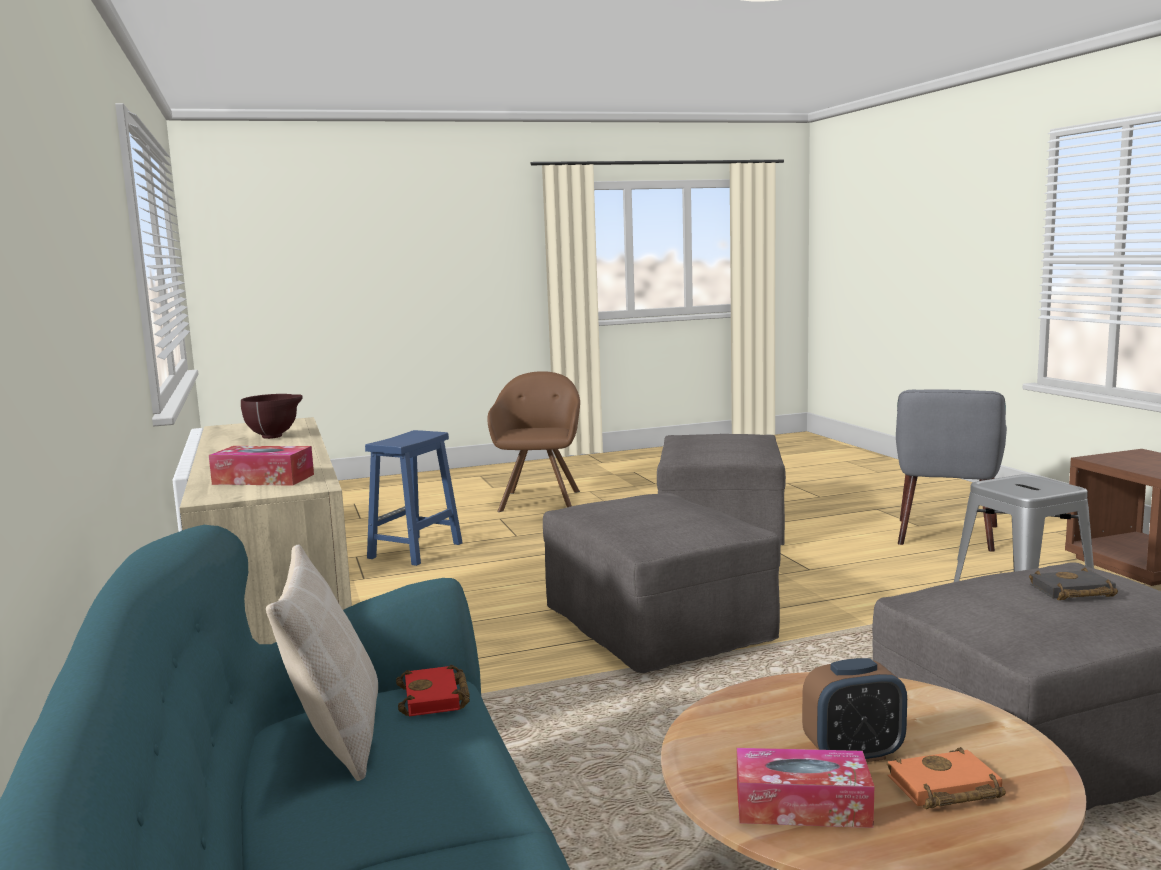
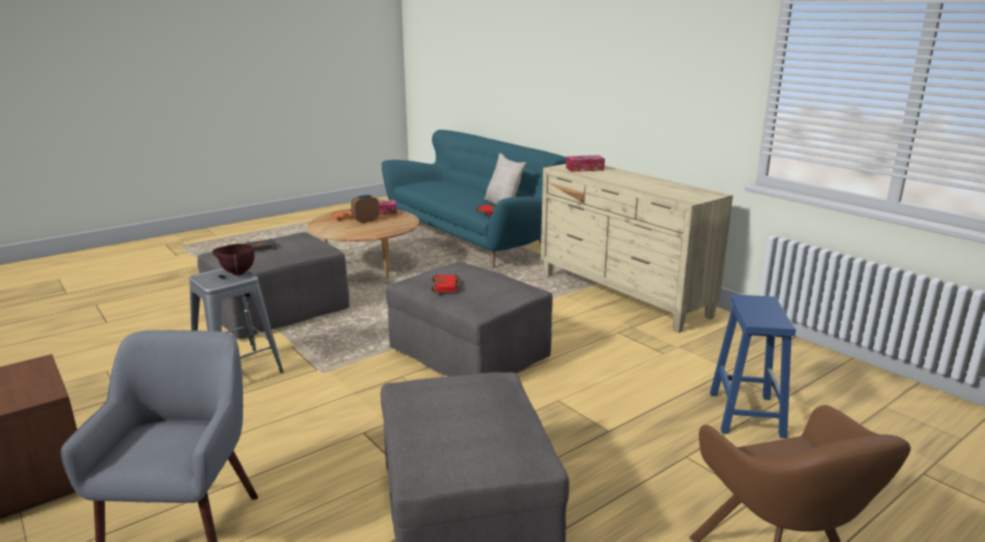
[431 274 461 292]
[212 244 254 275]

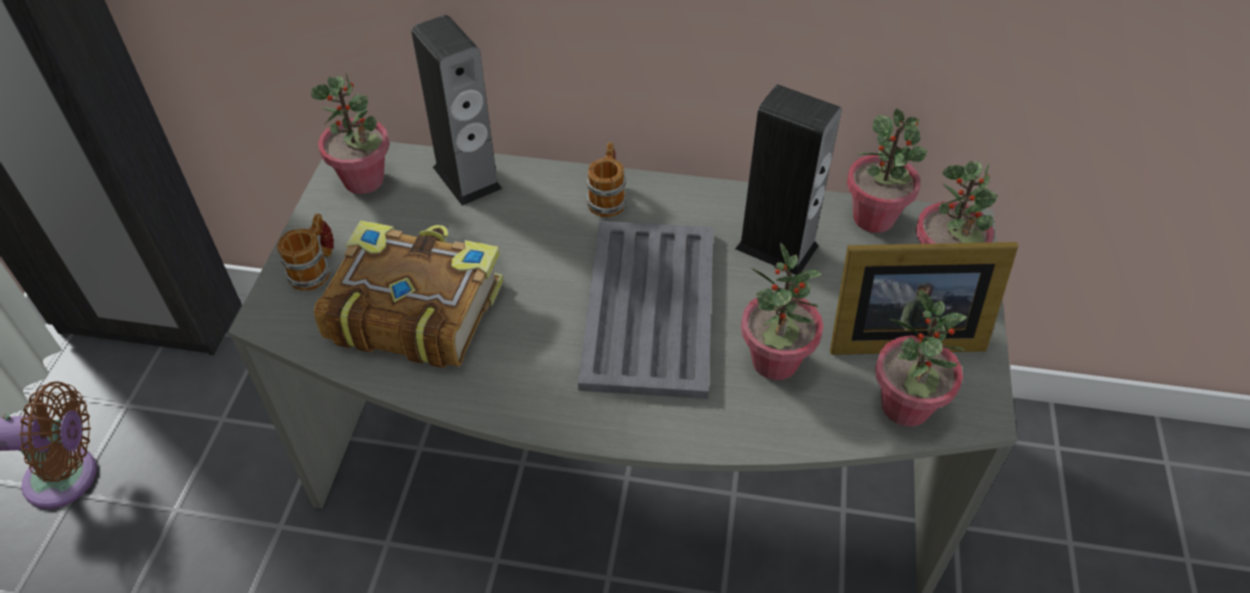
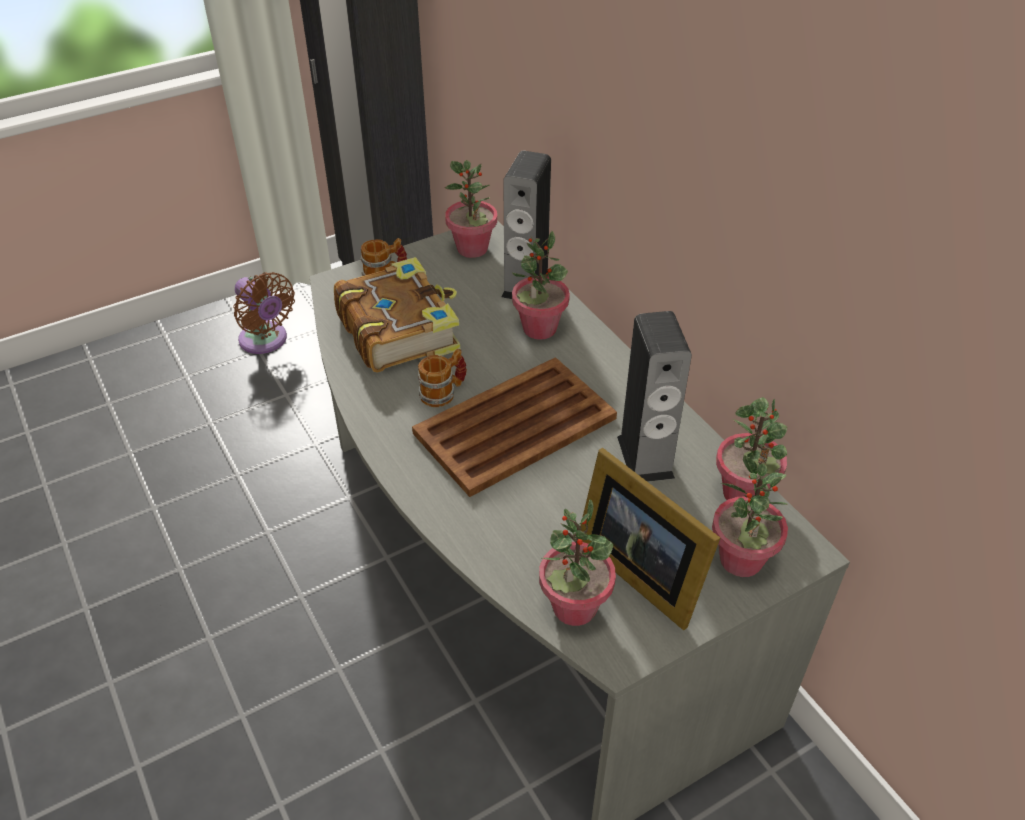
[418 349 467 407]
[512 231 570 340]
[412 357 617 497]

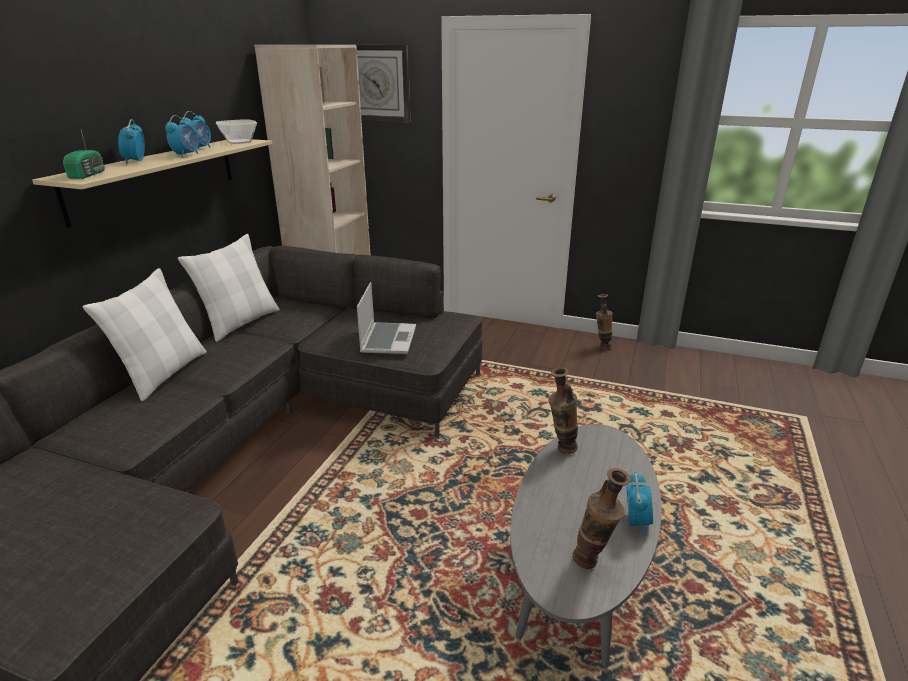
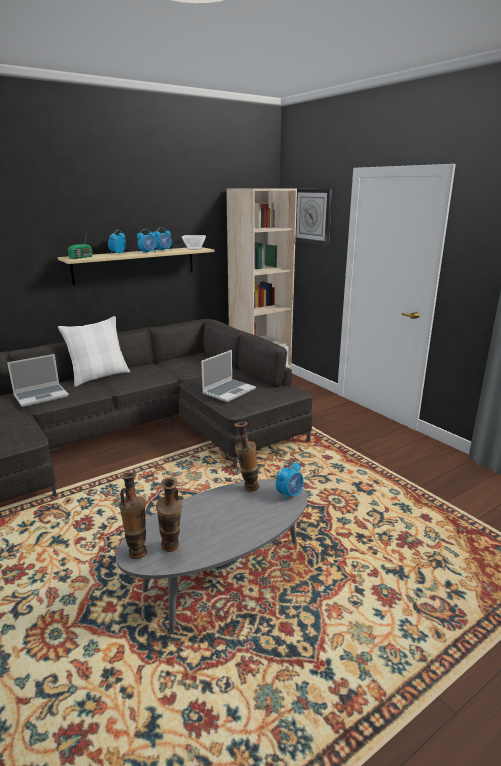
[178 234 280 342] (first image)
[7 354 69 407]
[119 472 147 559]
[276 461 304 502]

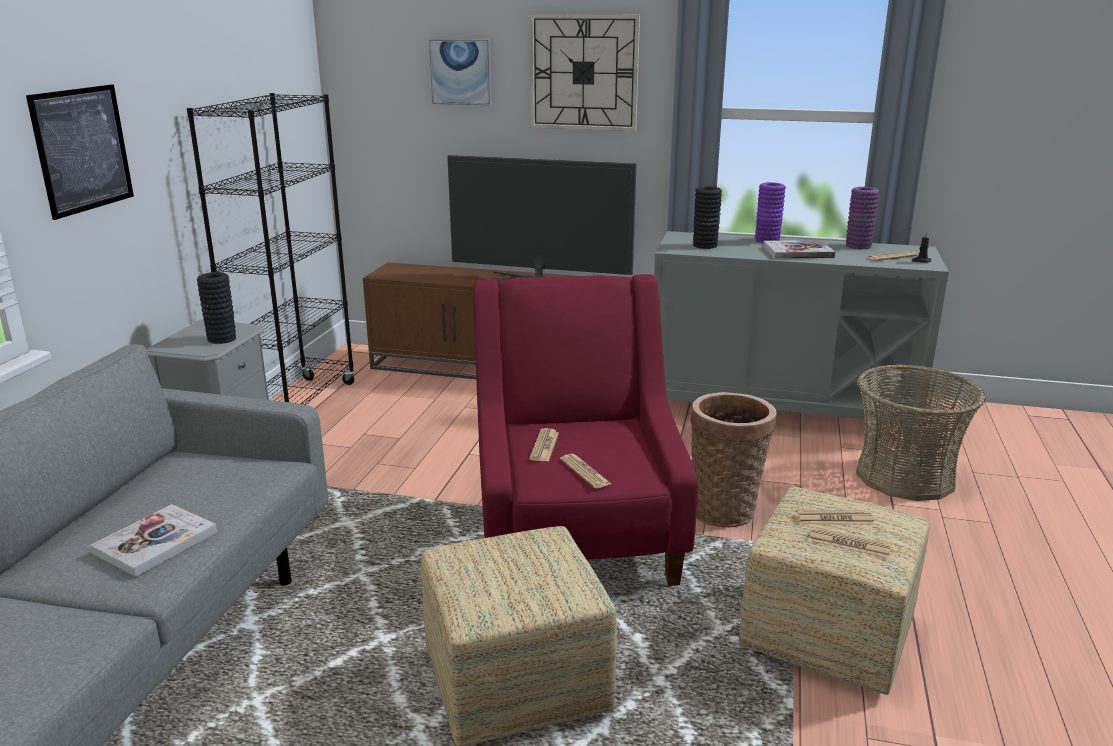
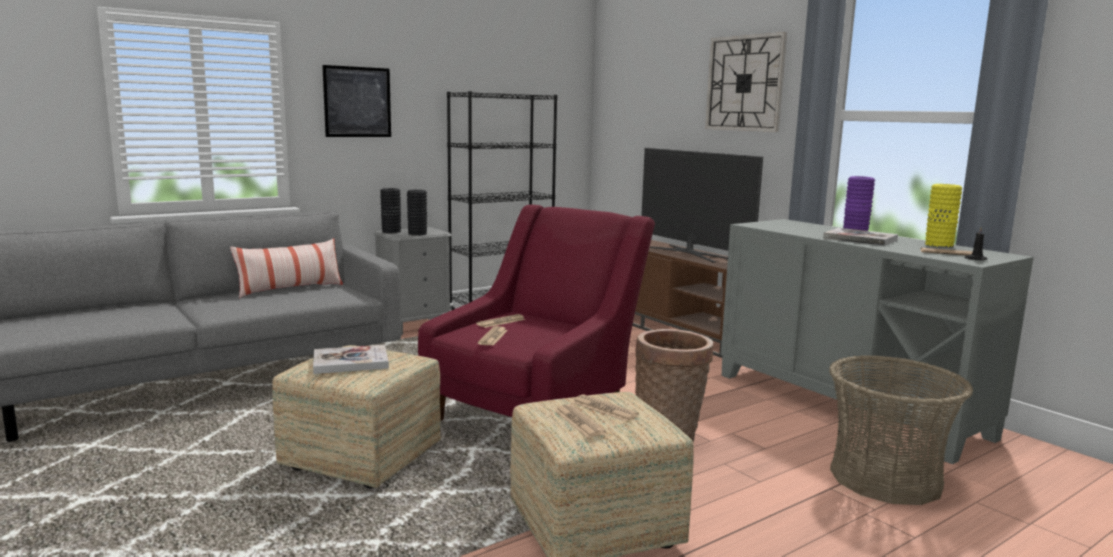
[429 39 491 106] (first image)
[230 238 343 298]
[313 345 389 374]
[380 188 401 233]
[925 184 962 248]

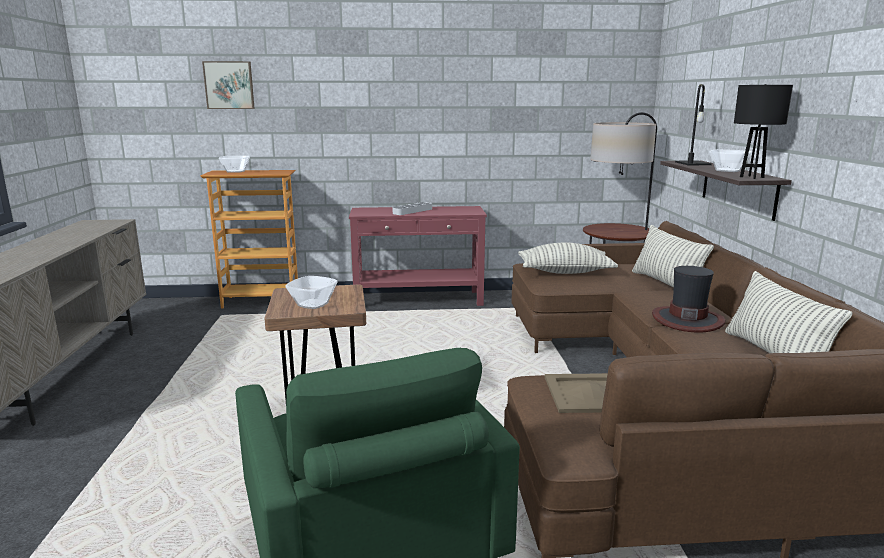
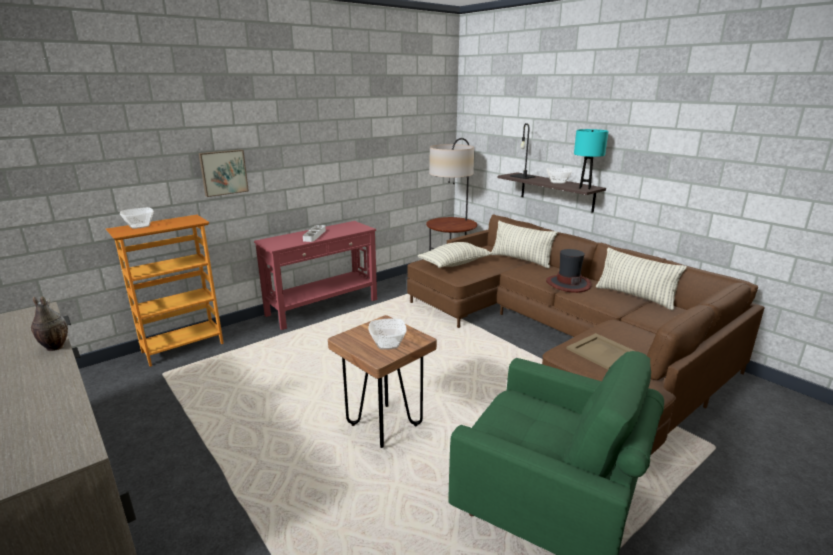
[31 296 68 351]
[199 150 249 197]
[574 129 609 189]

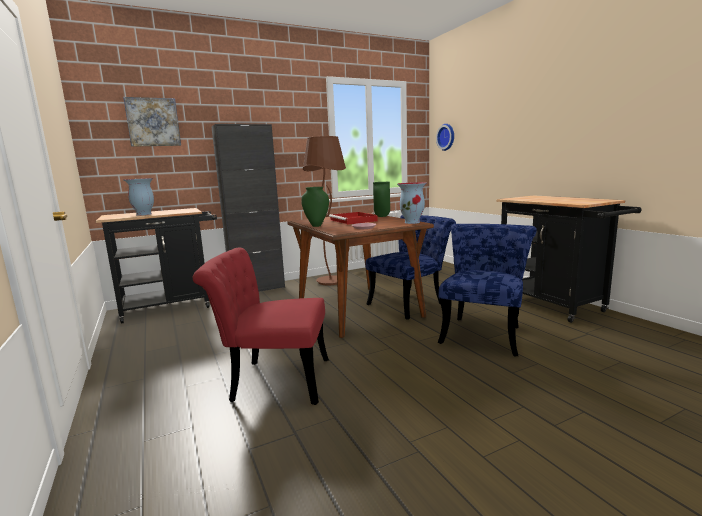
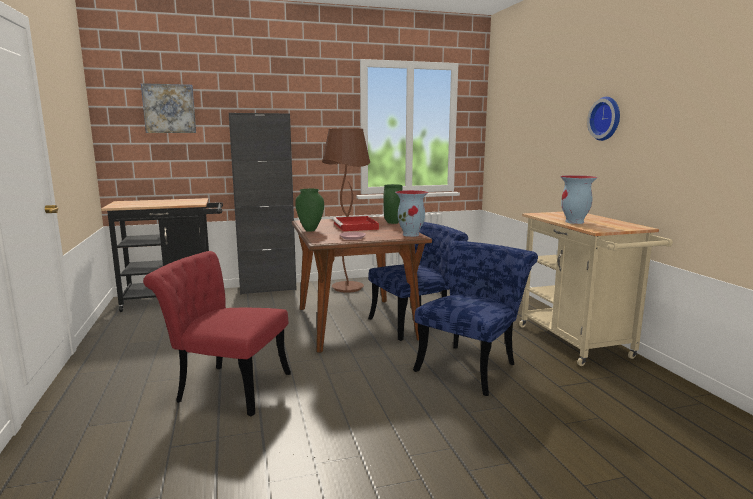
[560 175 598 224]
[587 97 620 141]
[519 212 673 366]

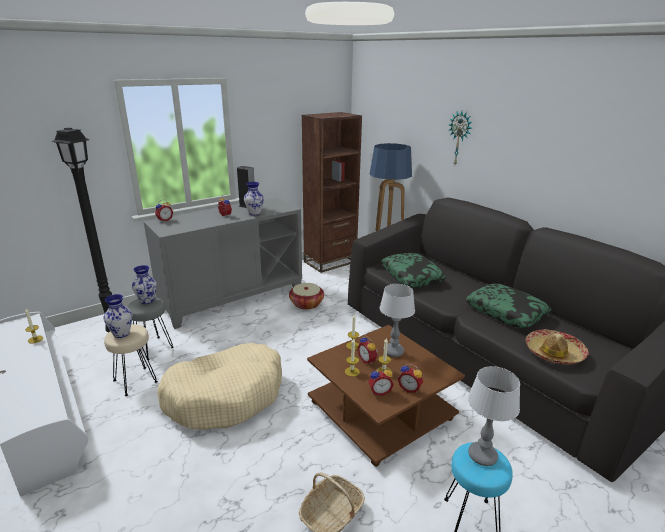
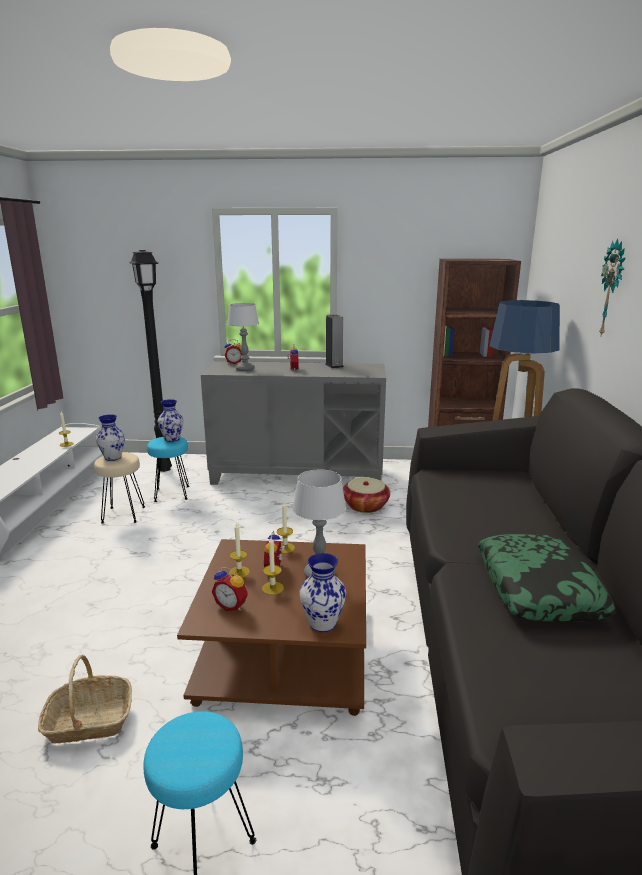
[157 343 282 430] (first image)
[381 253 446 287] (first image)
[398 364 423 393] (first image)
[526 329 589 365] (first image)
[299 553 346 632]
[227 303 259 371]
[147 437 190 502]

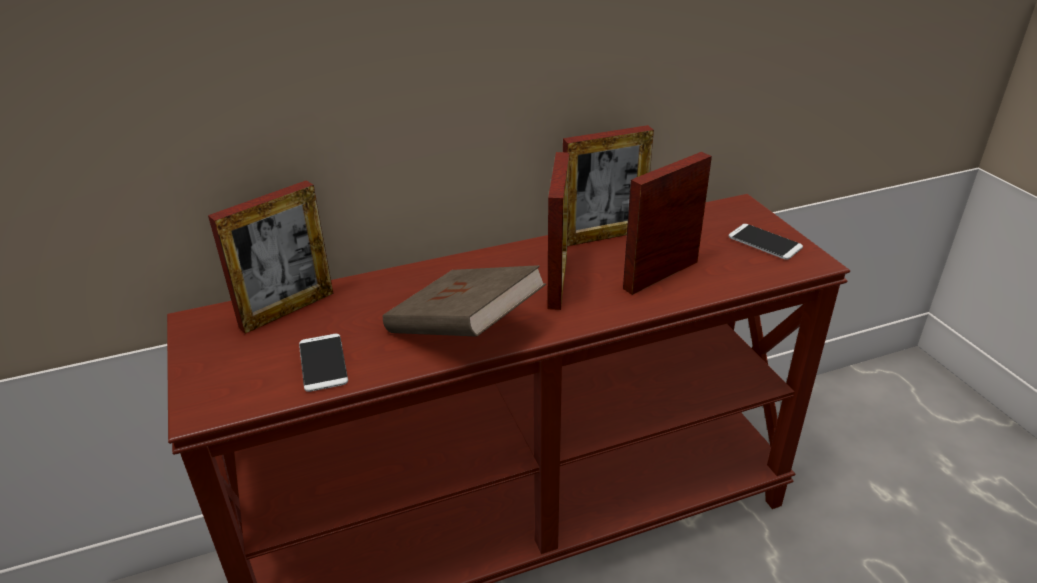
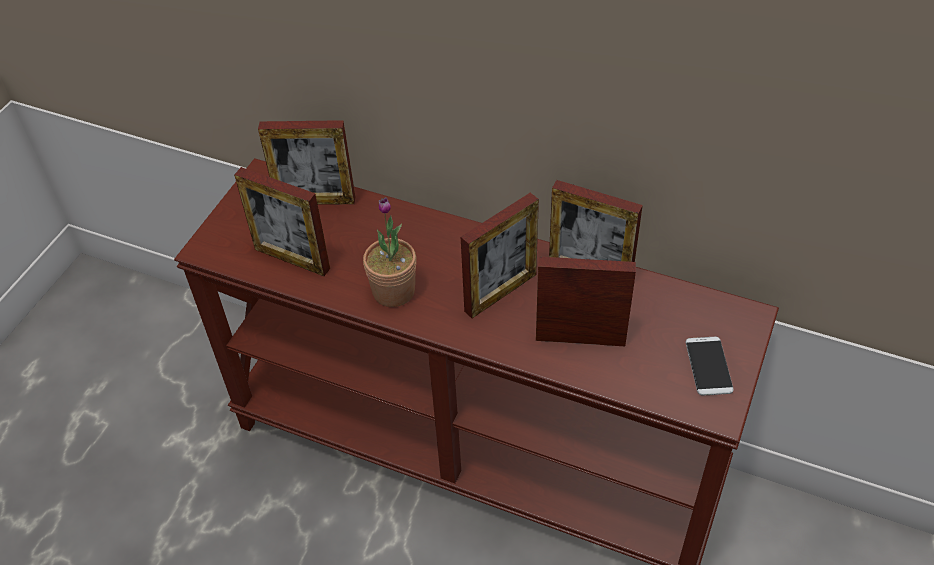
[234 167 330 276]
[363 197 416 307]

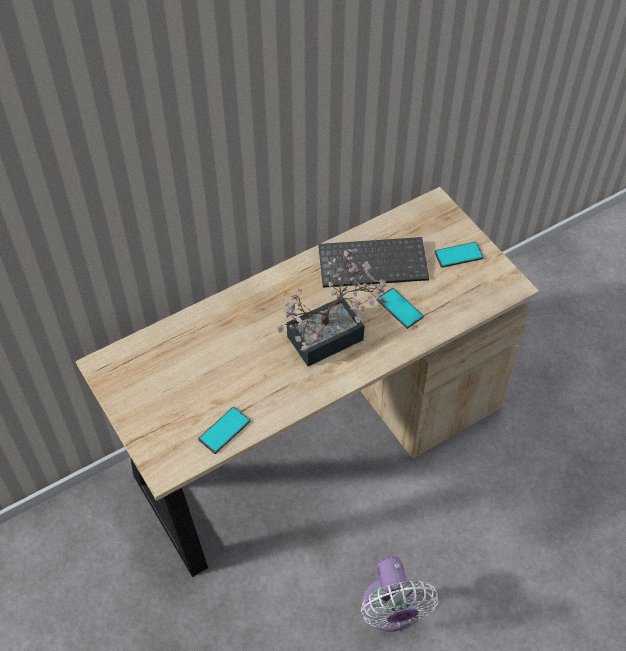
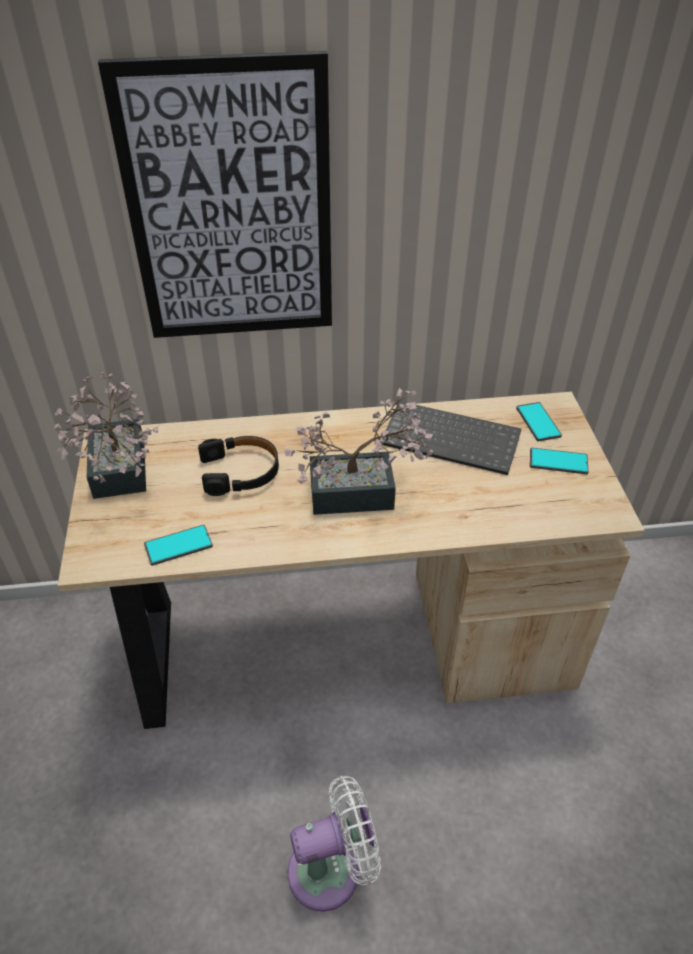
[54 372 158 499]
[98 51 332 338]
[198 436 279 496]
[516 402 562 441]
[287 776 381 911]

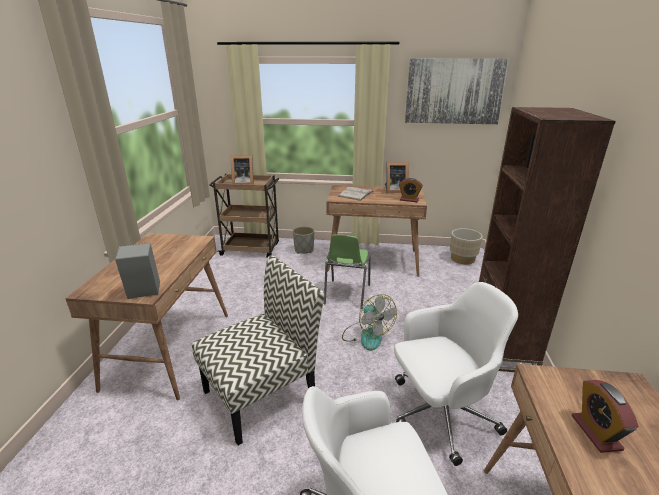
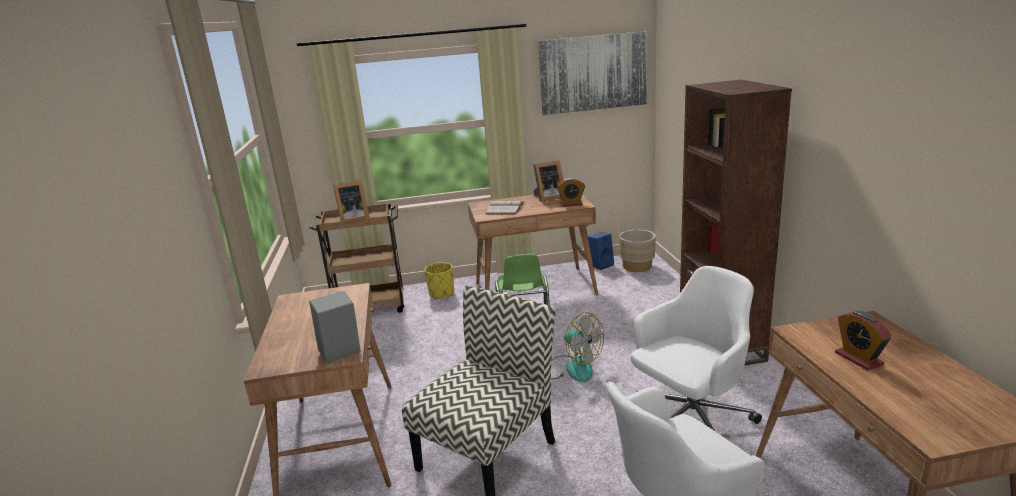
[588 232 614 270]
[424 262 454 300]

